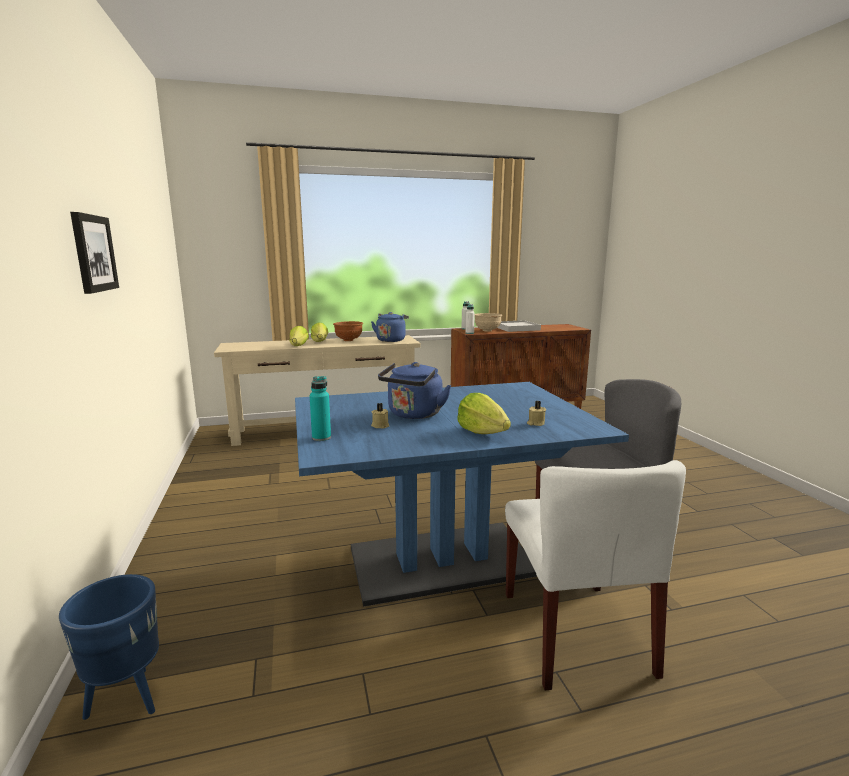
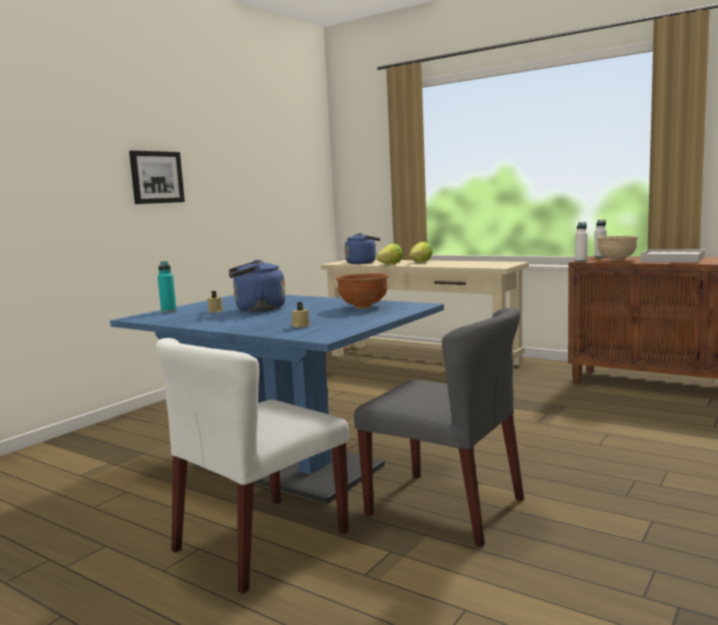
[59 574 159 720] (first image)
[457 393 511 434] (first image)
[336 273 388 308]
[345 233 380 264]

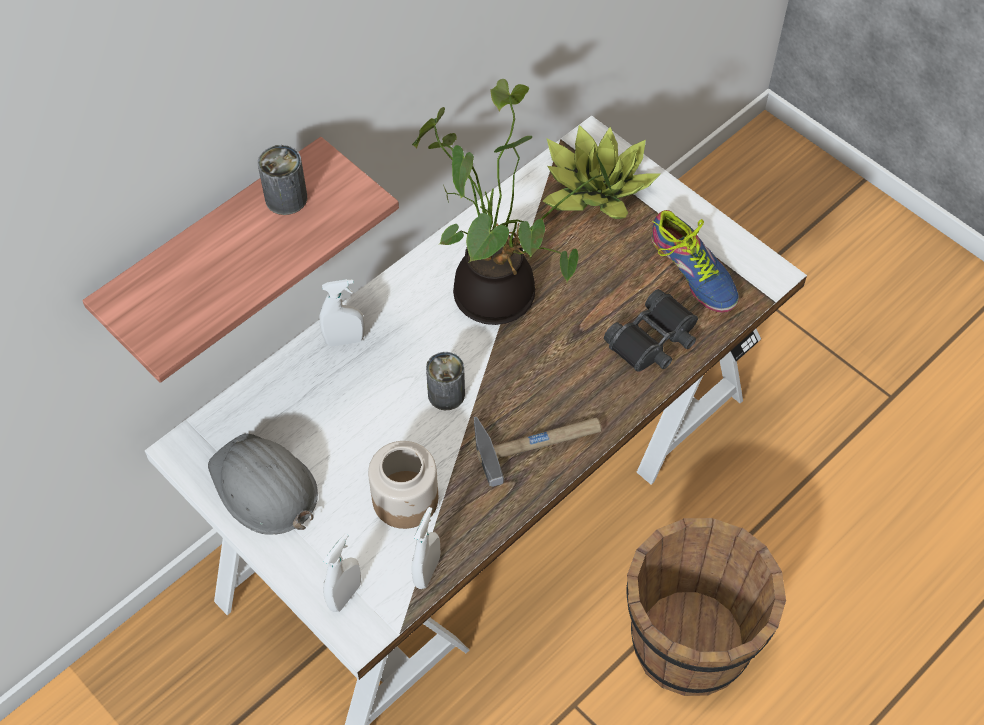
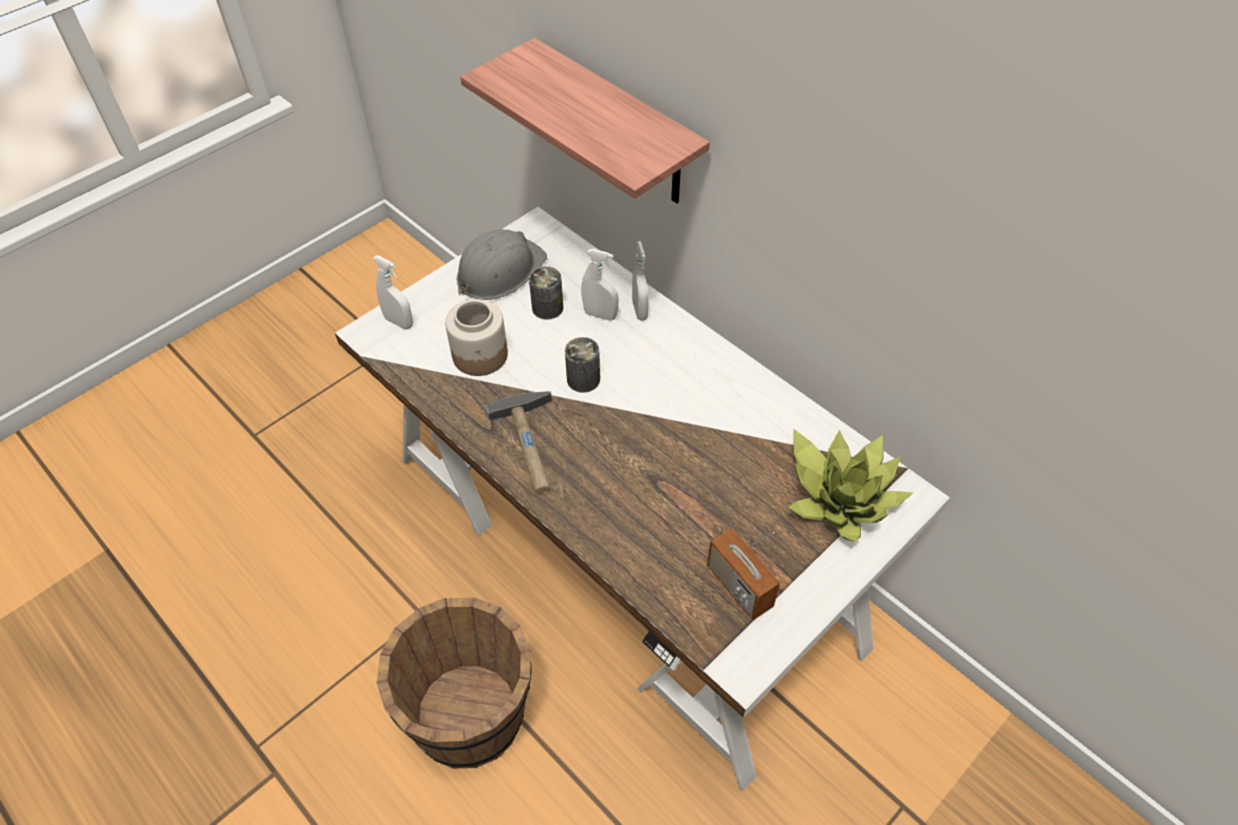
[412 79 615 325] (first image)
[604 289 698 371] (first image)
[529 266 563 320]
[581 249 619 321]
[707 528 780 620]

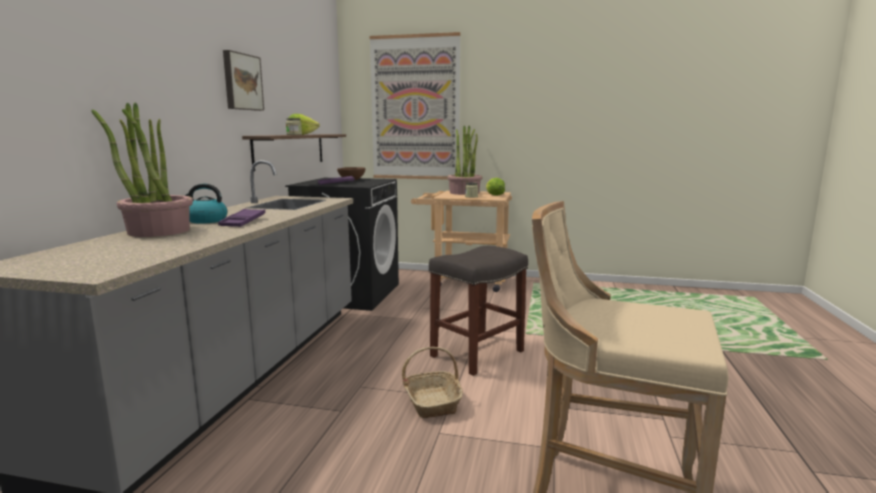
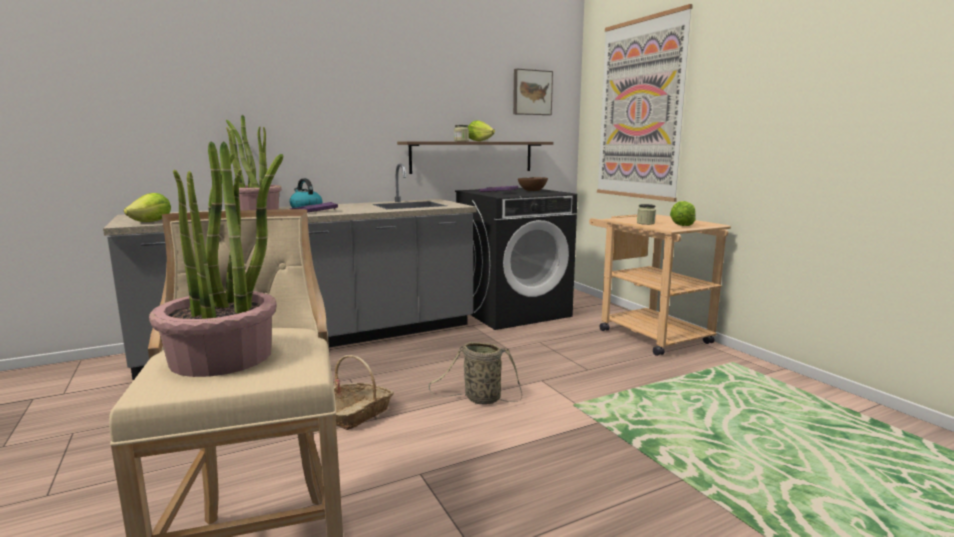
[124 193 171 222]
[513 69 553 115]
[149 141 283 377]
[428 342 522 404]

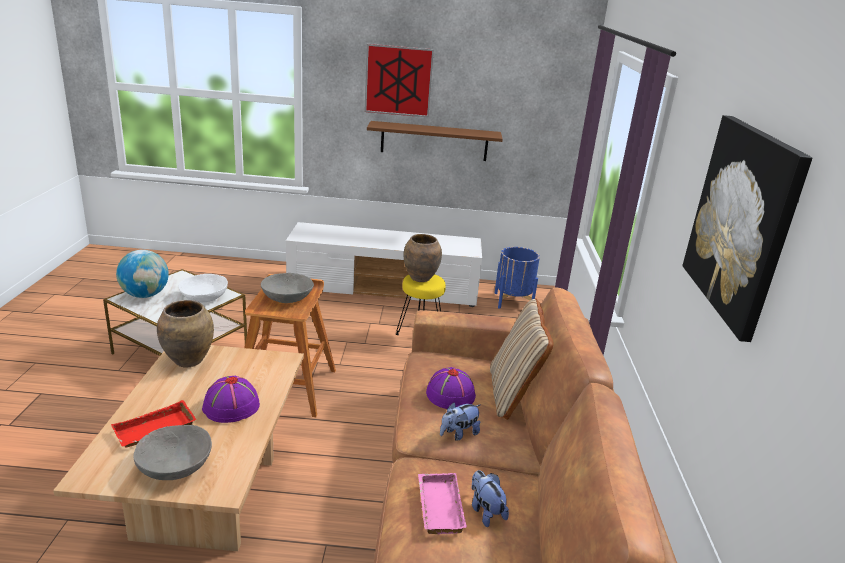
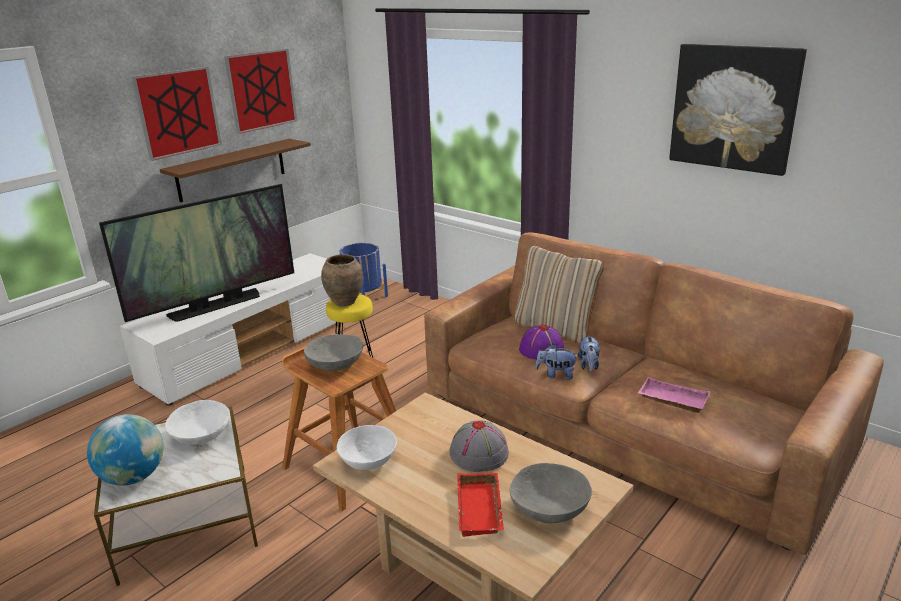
[99 184 294 322]
[224 48 297 134]
[535 344 578 380]
[337 425 397 470]
[449 420 509 472]

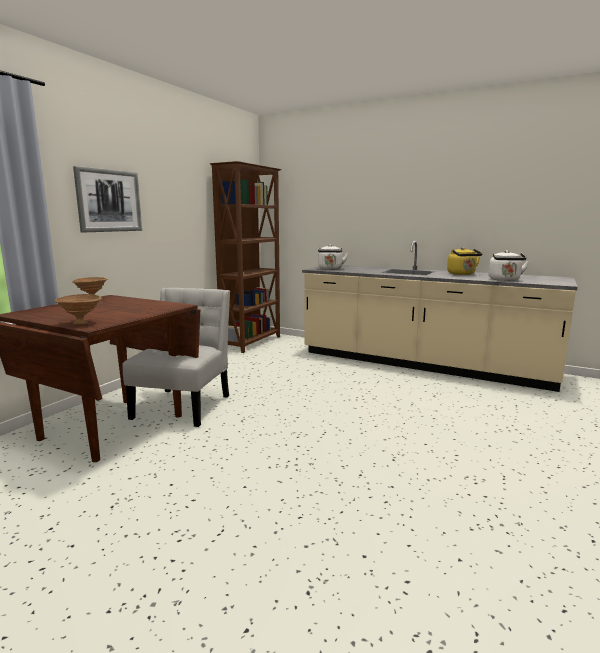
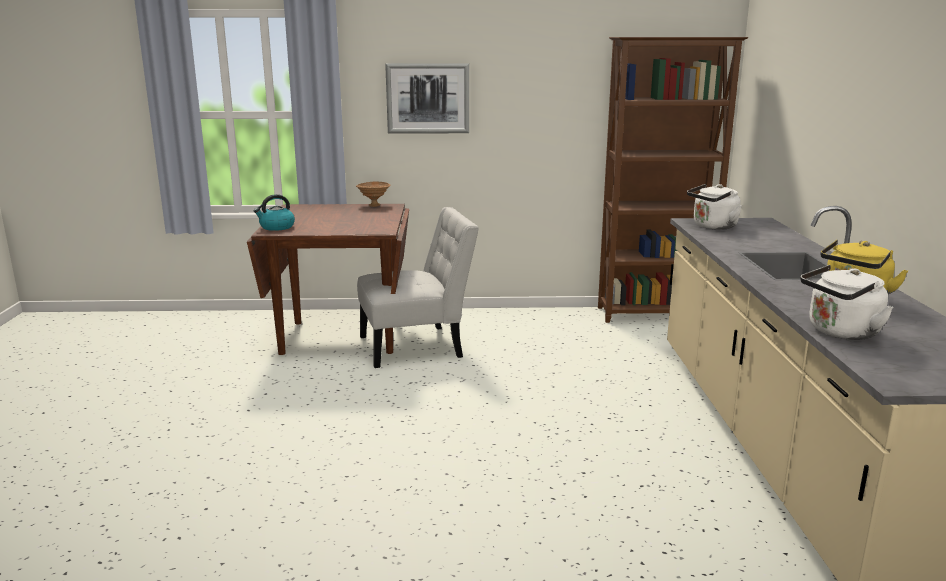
[253 194 295 231]

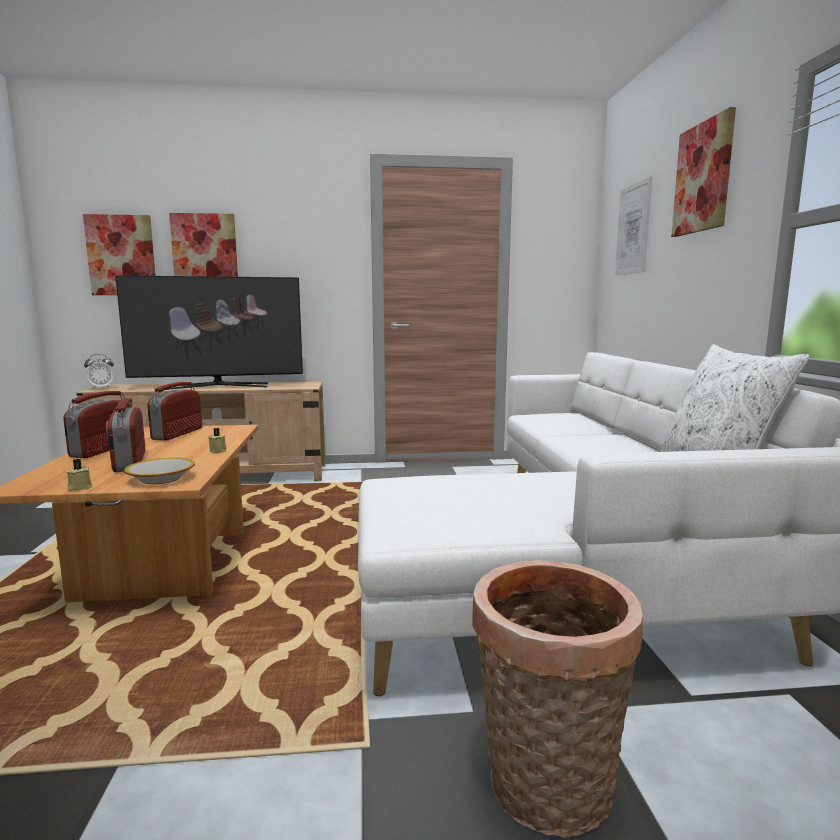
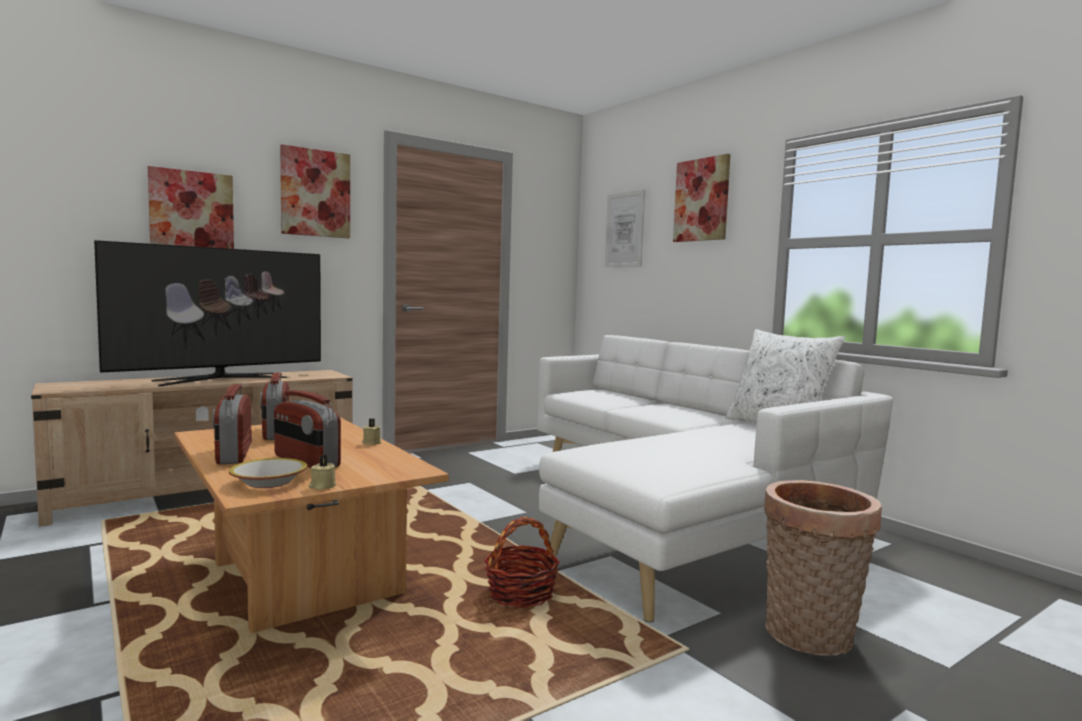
[84 354 114 389] (first image)
[484 517 560 608]
[280 144 350 238]
[229 458 308 488]

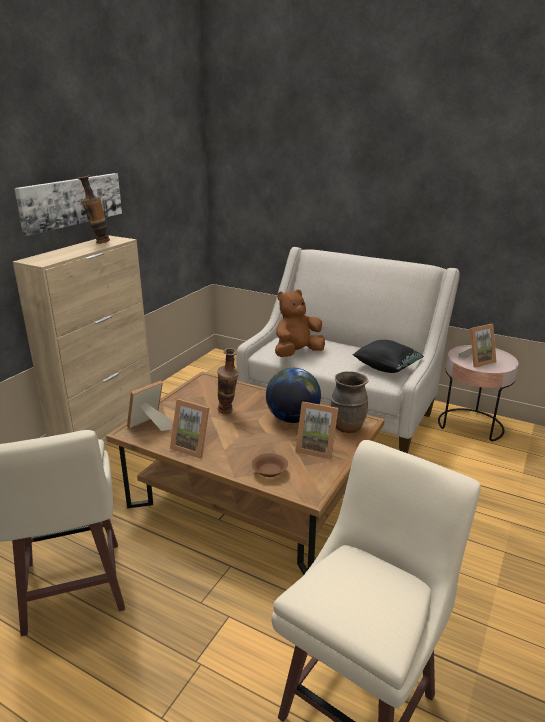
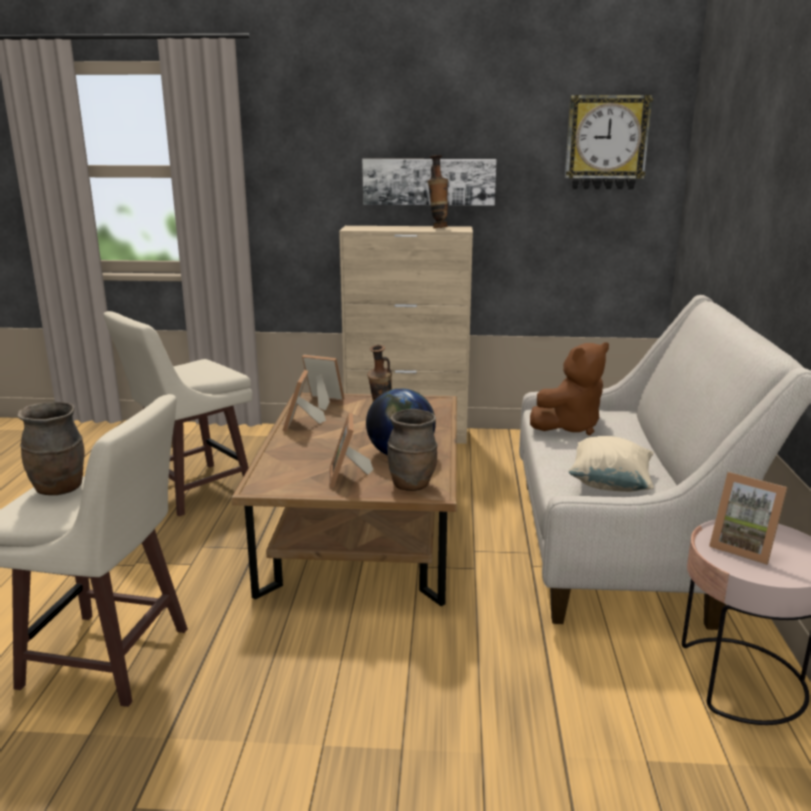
[252 453 288 477] (first image)
[18 402 85 495]
[565 95 653 190]
[569 436 654 492]
[530 342 609 435]

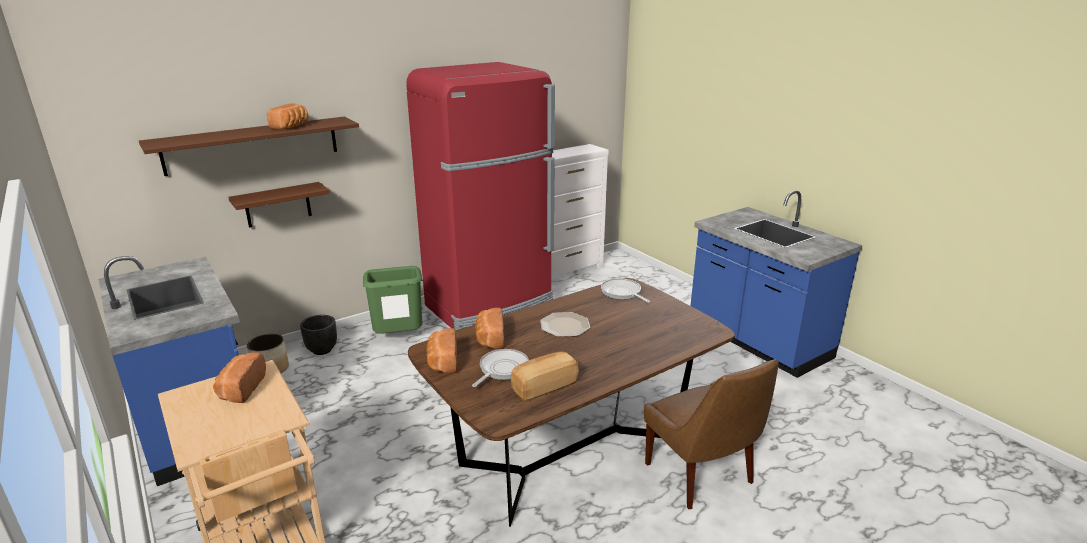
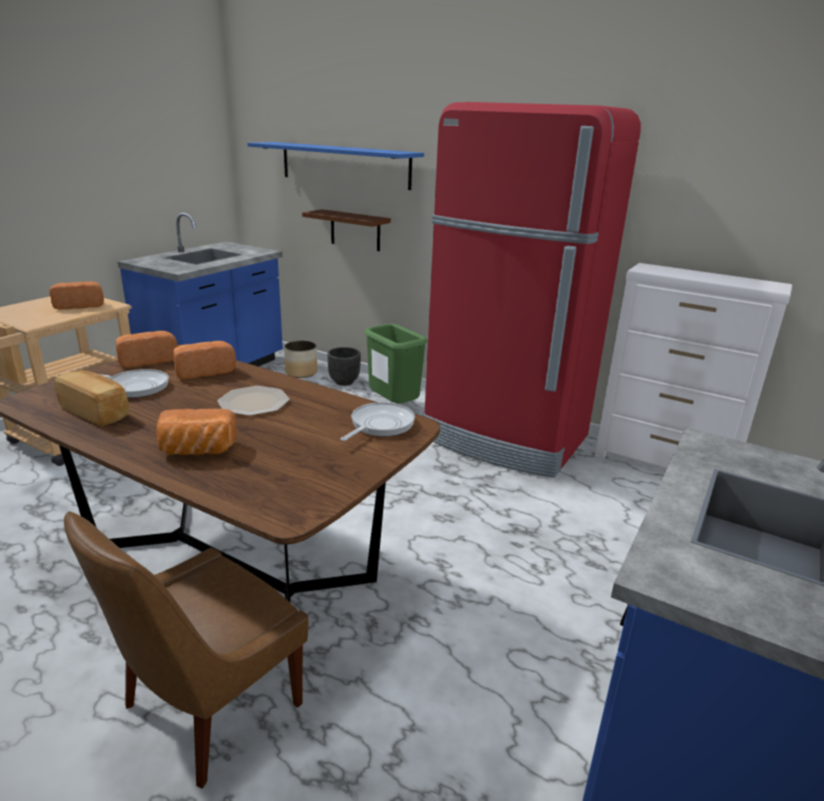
[156 409 237 455]
[247 142 424 190]

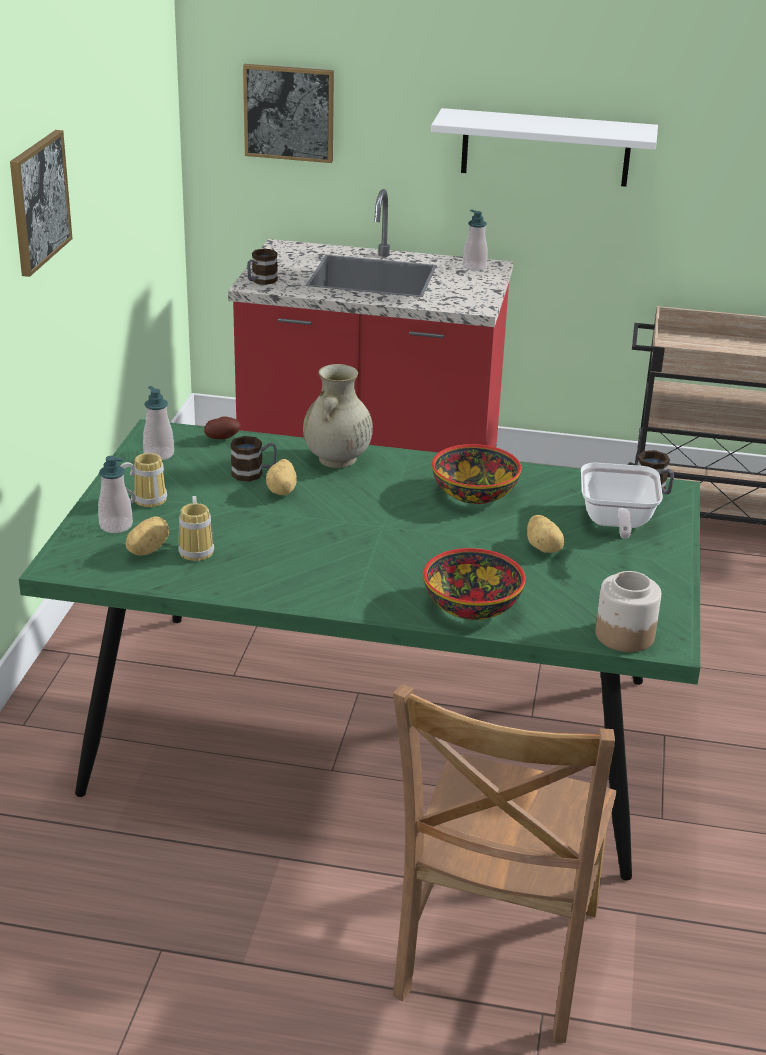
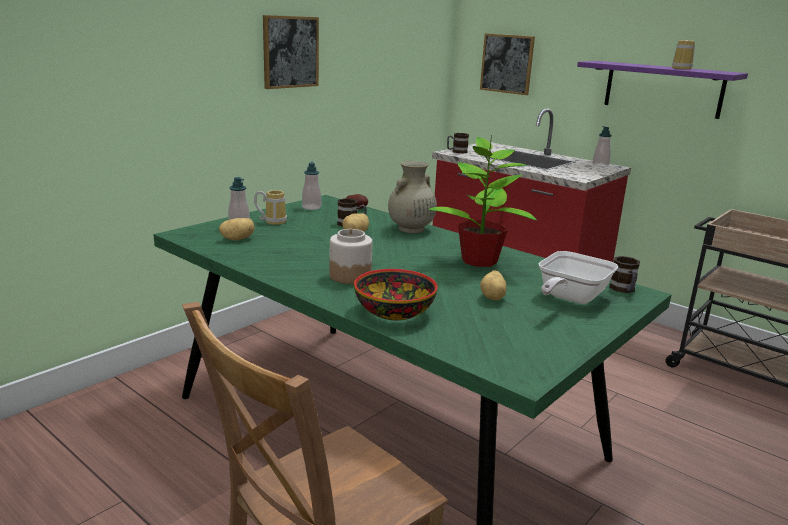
[672 40 695 70]
[329 229 372 284]
[428 137 537 267]
[577 61 748 119]

